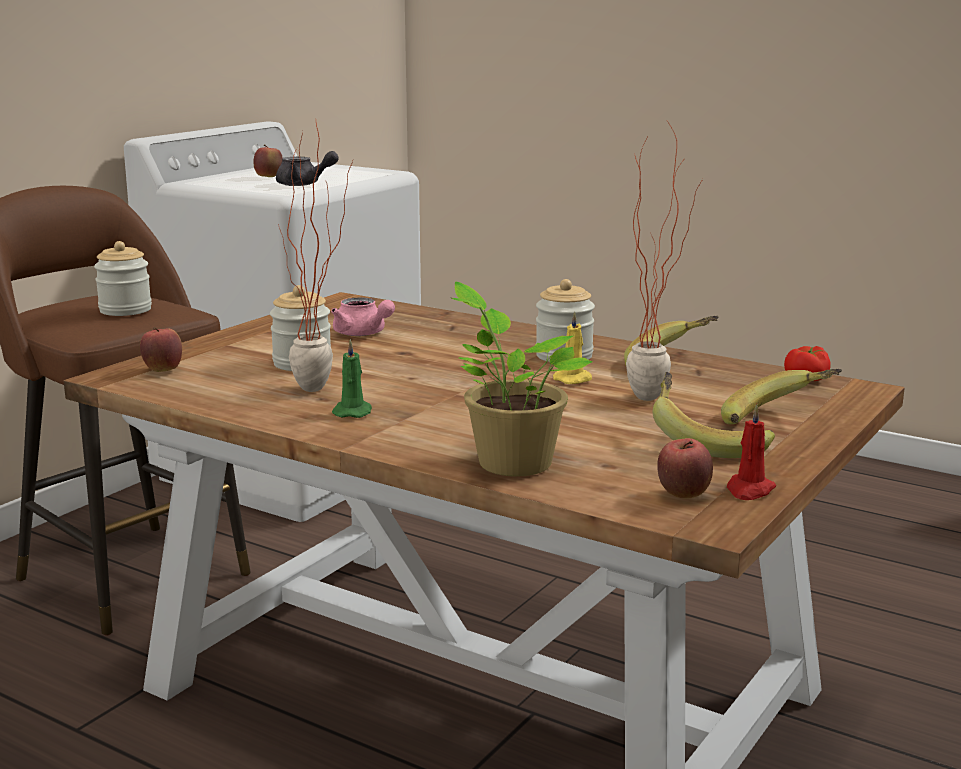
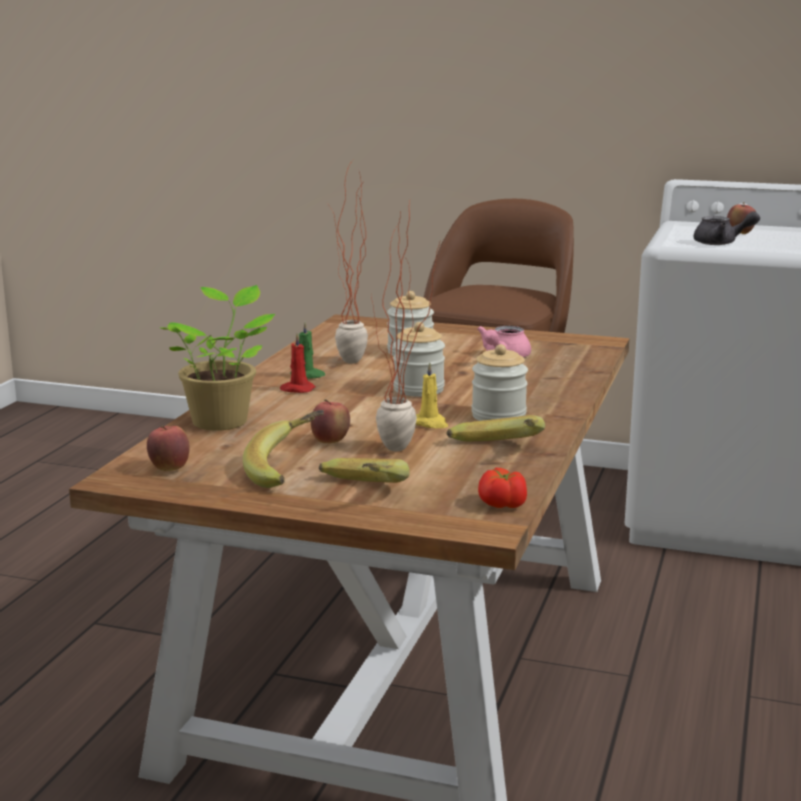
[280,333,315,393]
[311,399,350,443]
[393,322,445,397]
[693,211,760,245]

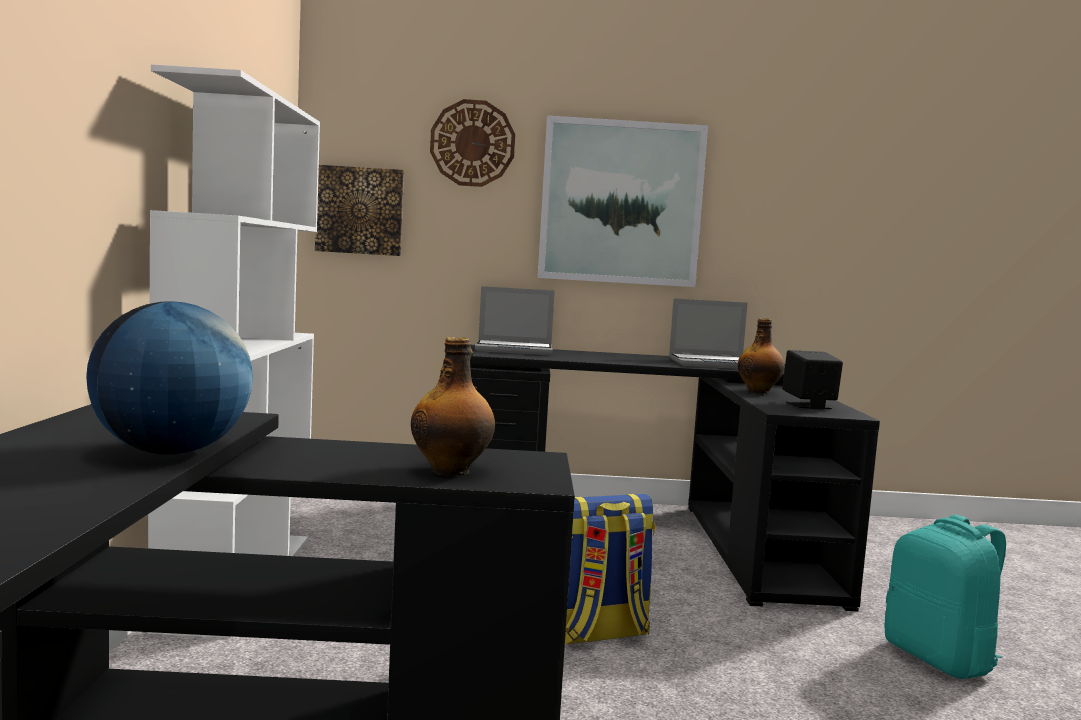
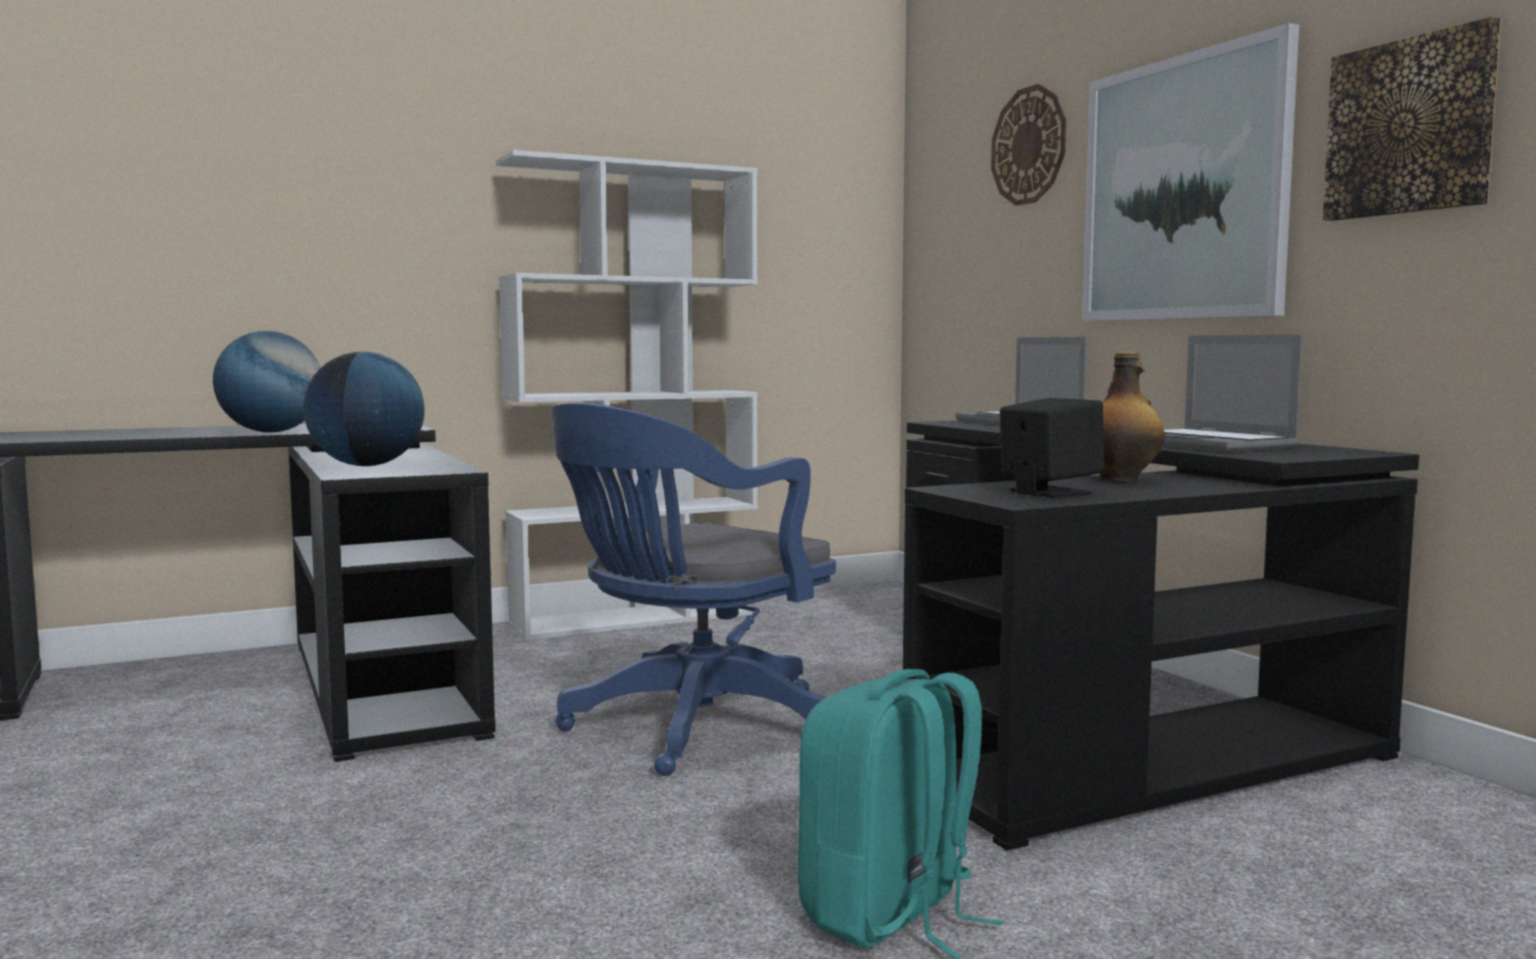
[303,351,425,466]
[551,403,836,776]
[1323,17,1502,221]

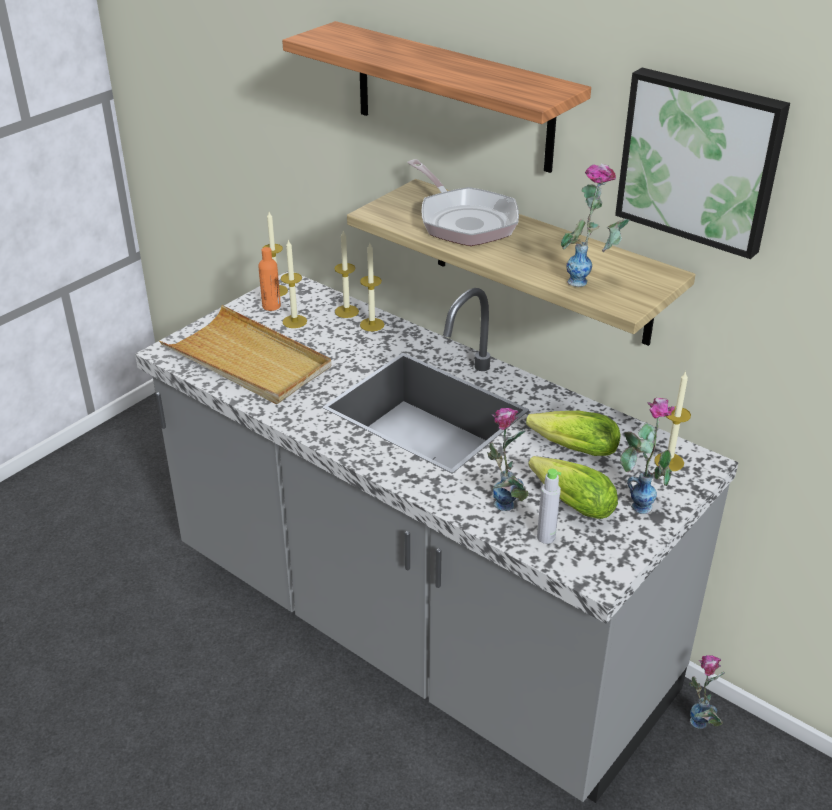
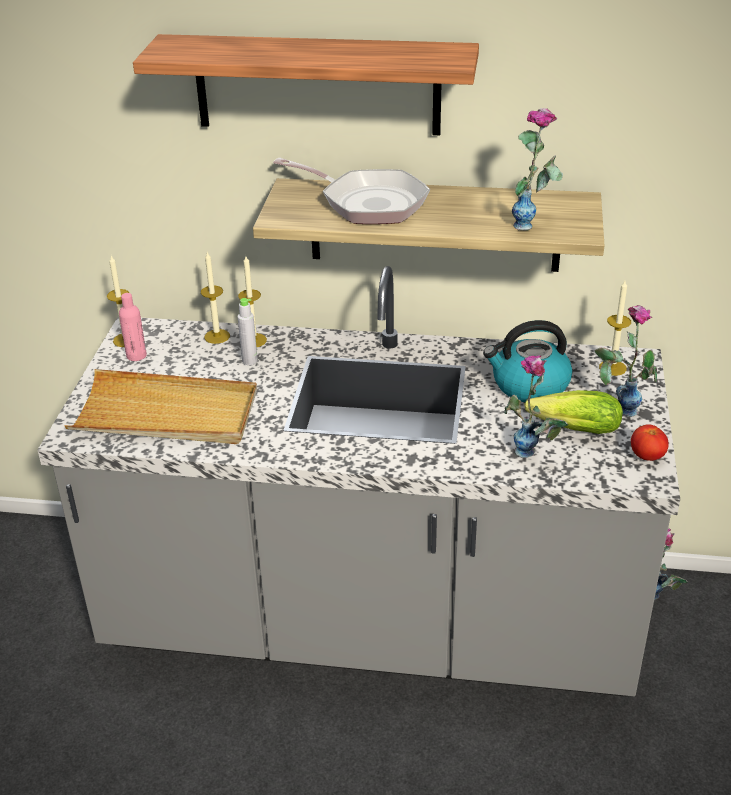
[119,293,147,361]
[238,298,258,365]
[483,320,572,402]
[631,424,669,461]
[281,239,307,328] (first image)
[615,68,790,259] (first image)

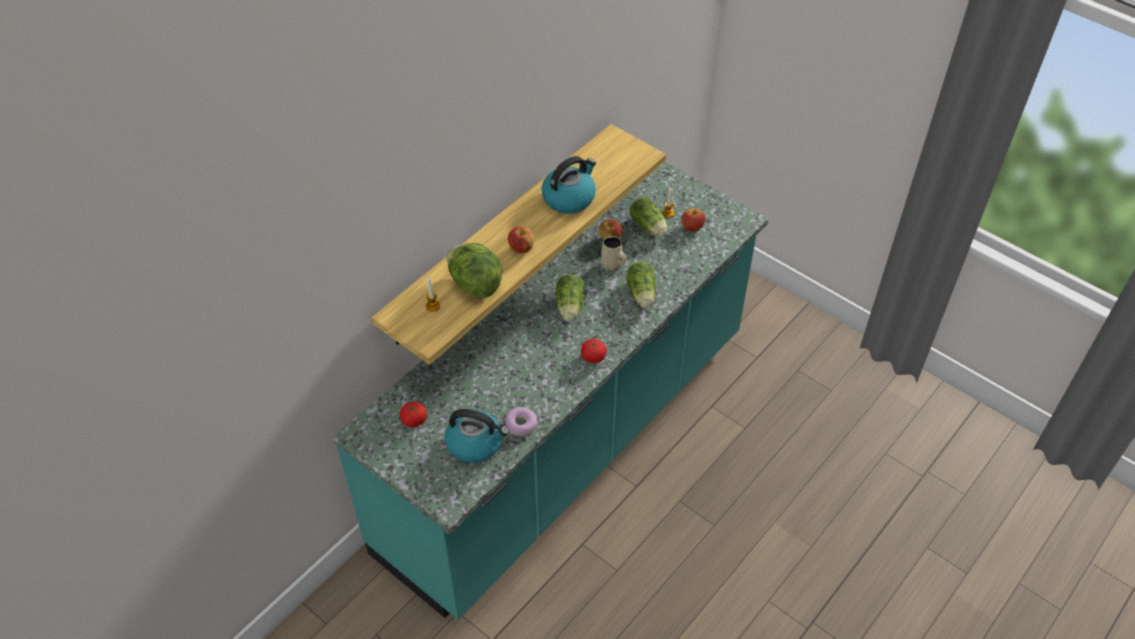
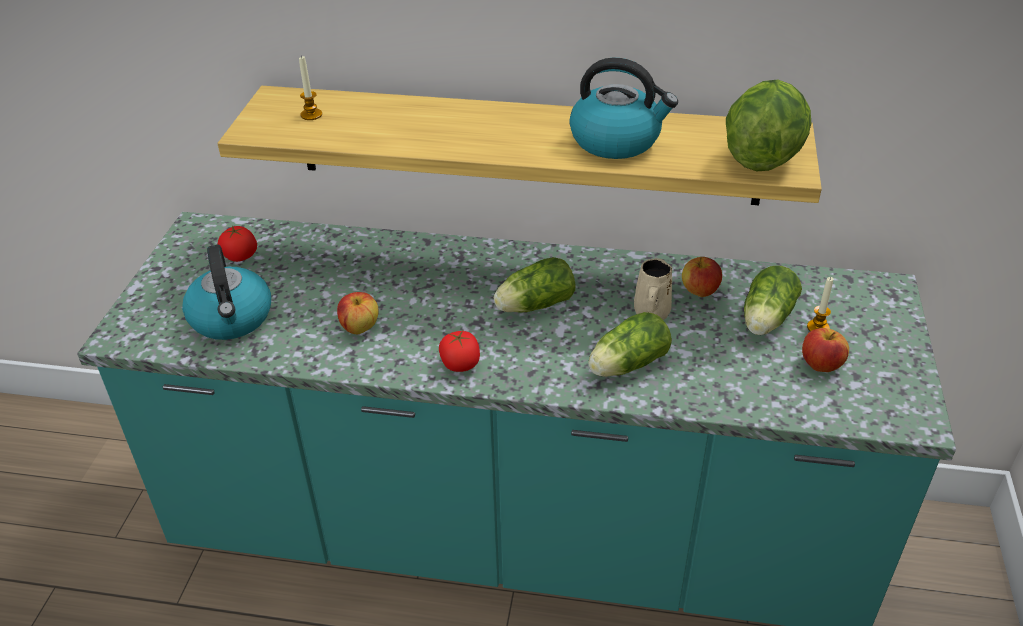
[337,292,378,334]
[726,80,811,172]
[505,407,537,436] (first image)

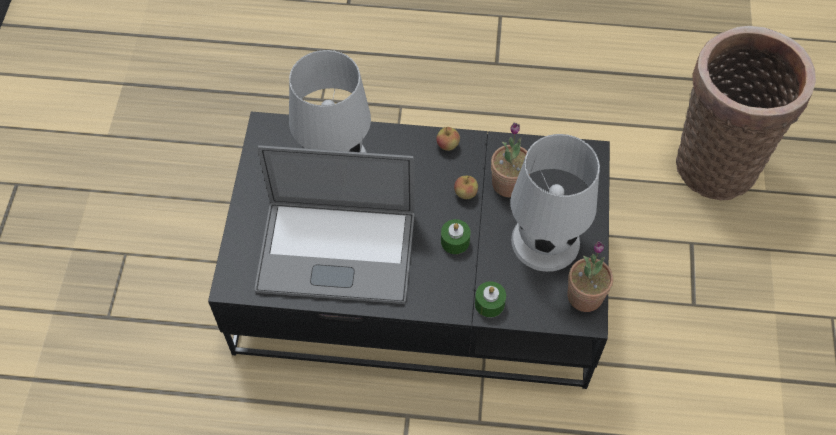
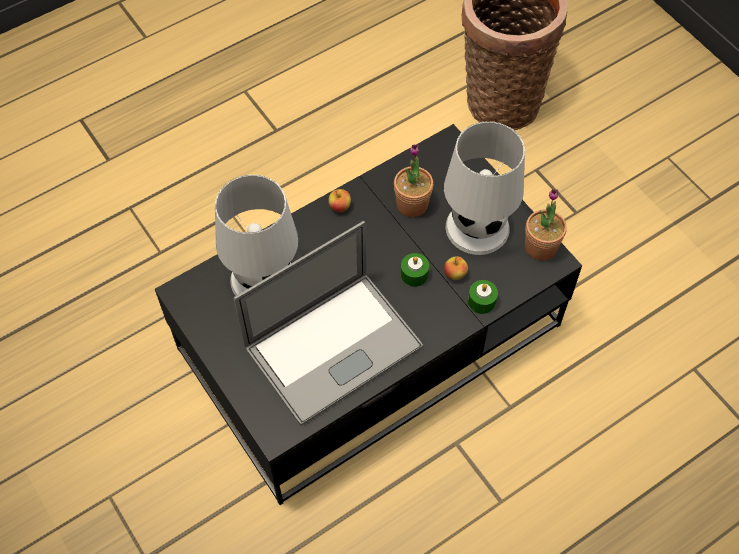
[444,256,468,280]

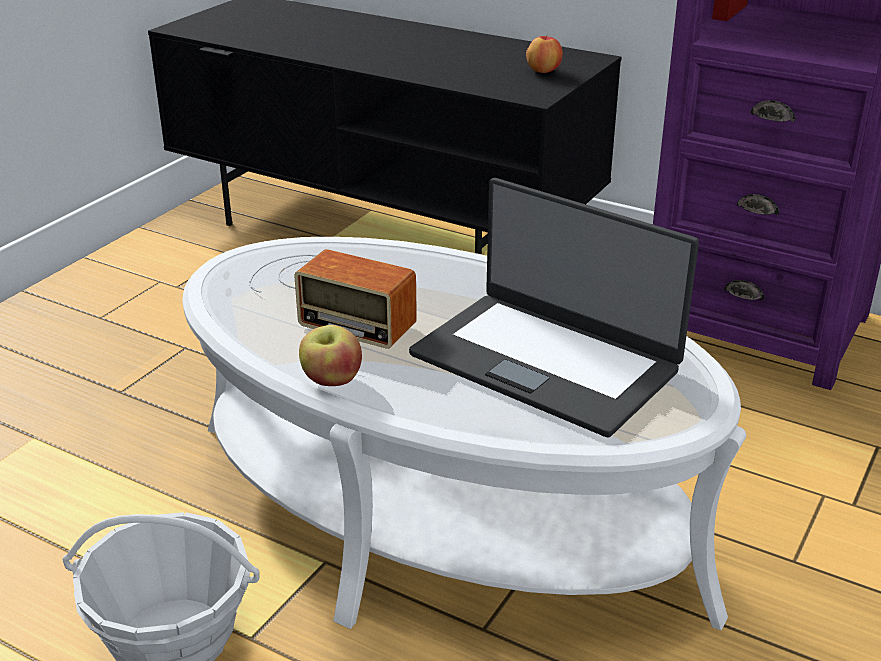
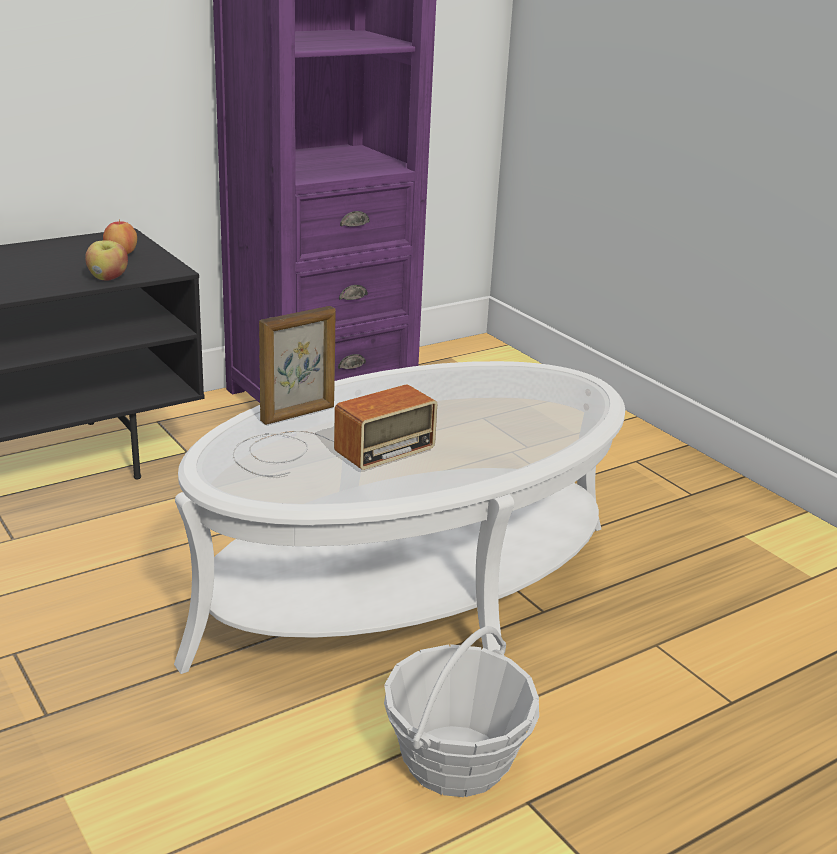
[85,240,128,281]
[259,306,335,425]
[409,178,699,438] (first image)

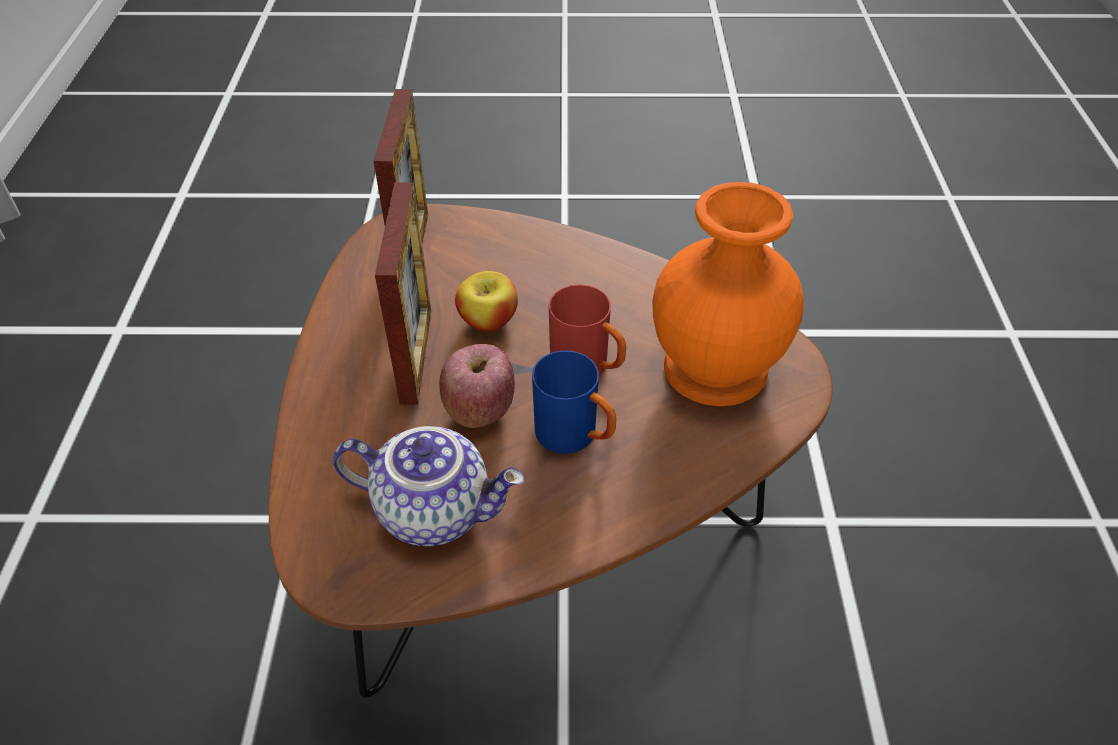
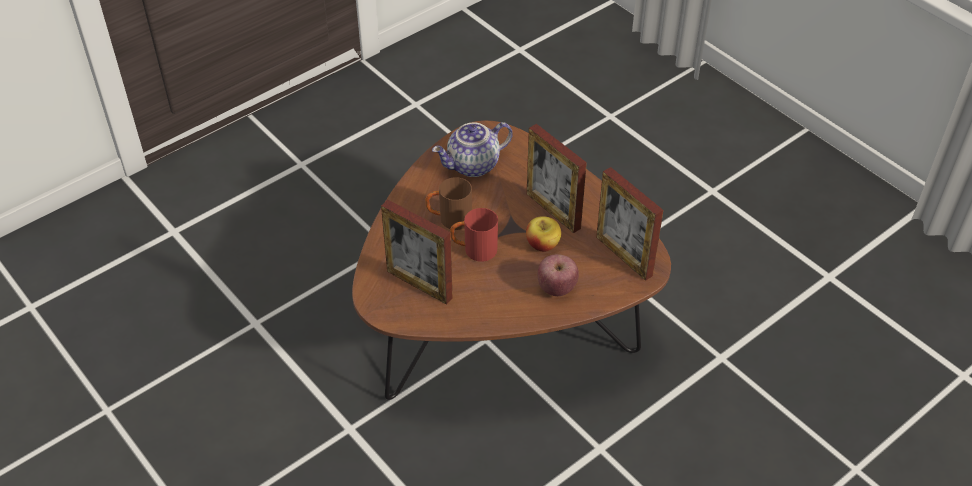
[381,200,453,305]
[425,177,472,230]
[538,254,579,296]

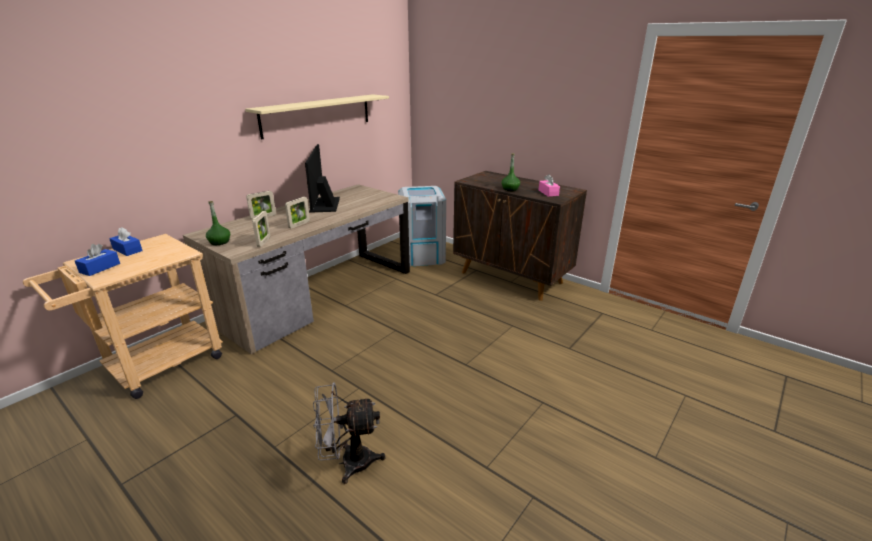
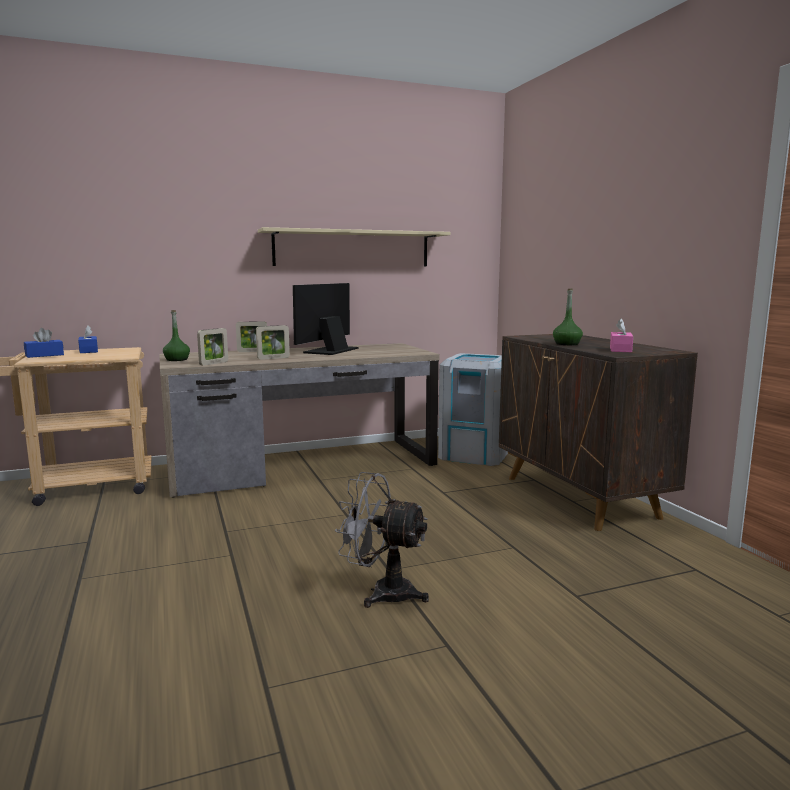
[335,472,429,608]

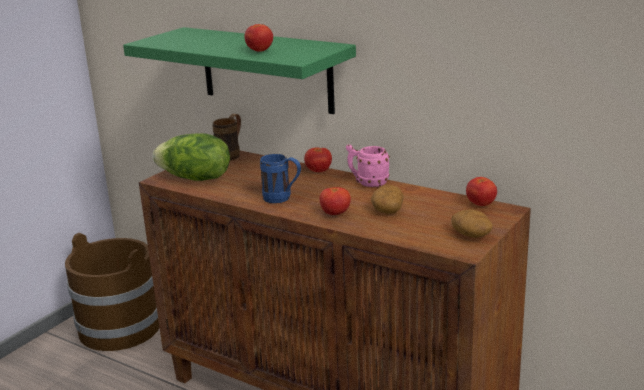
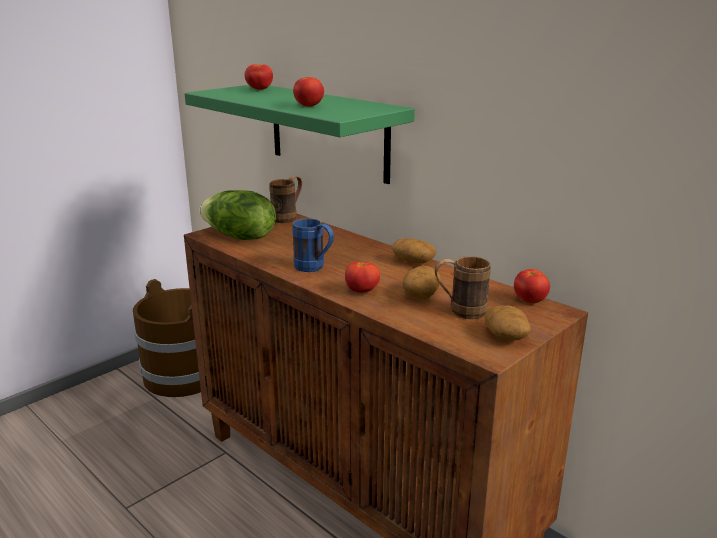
[244,64,273,90]
[391,238,436,264]
[435,256,491,319]

